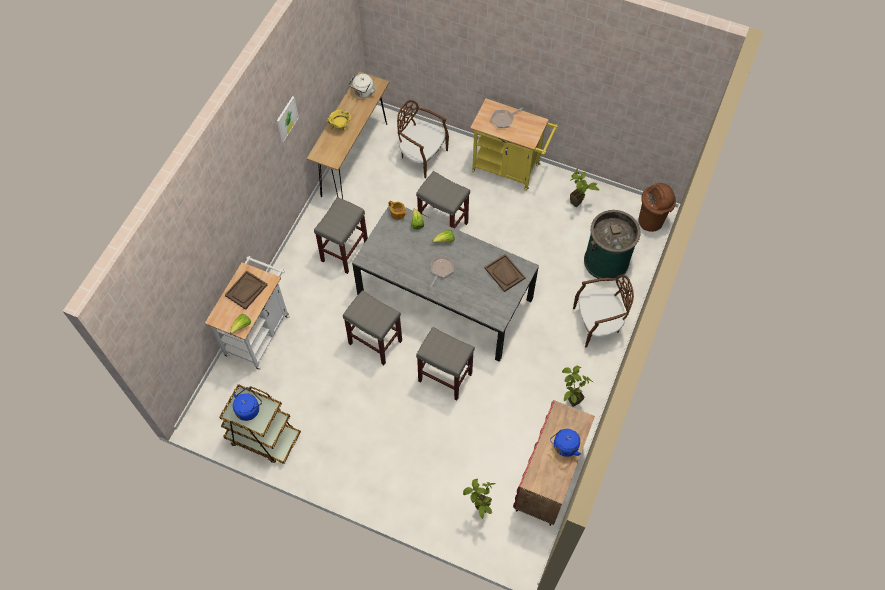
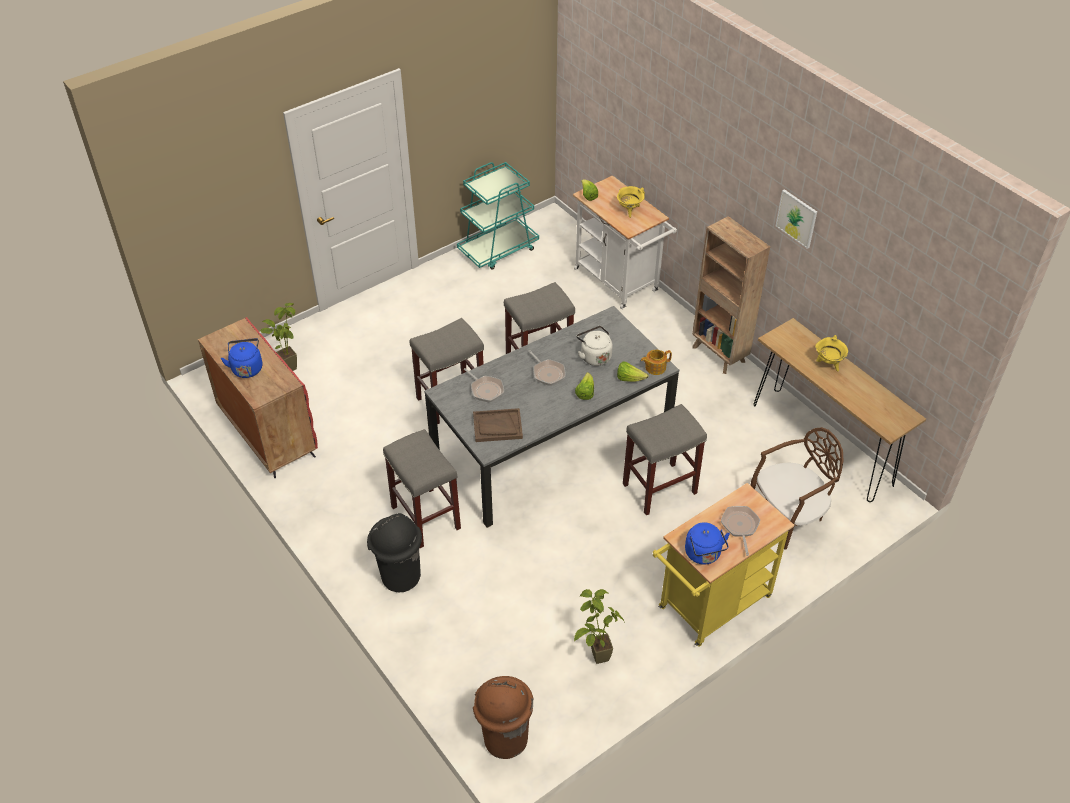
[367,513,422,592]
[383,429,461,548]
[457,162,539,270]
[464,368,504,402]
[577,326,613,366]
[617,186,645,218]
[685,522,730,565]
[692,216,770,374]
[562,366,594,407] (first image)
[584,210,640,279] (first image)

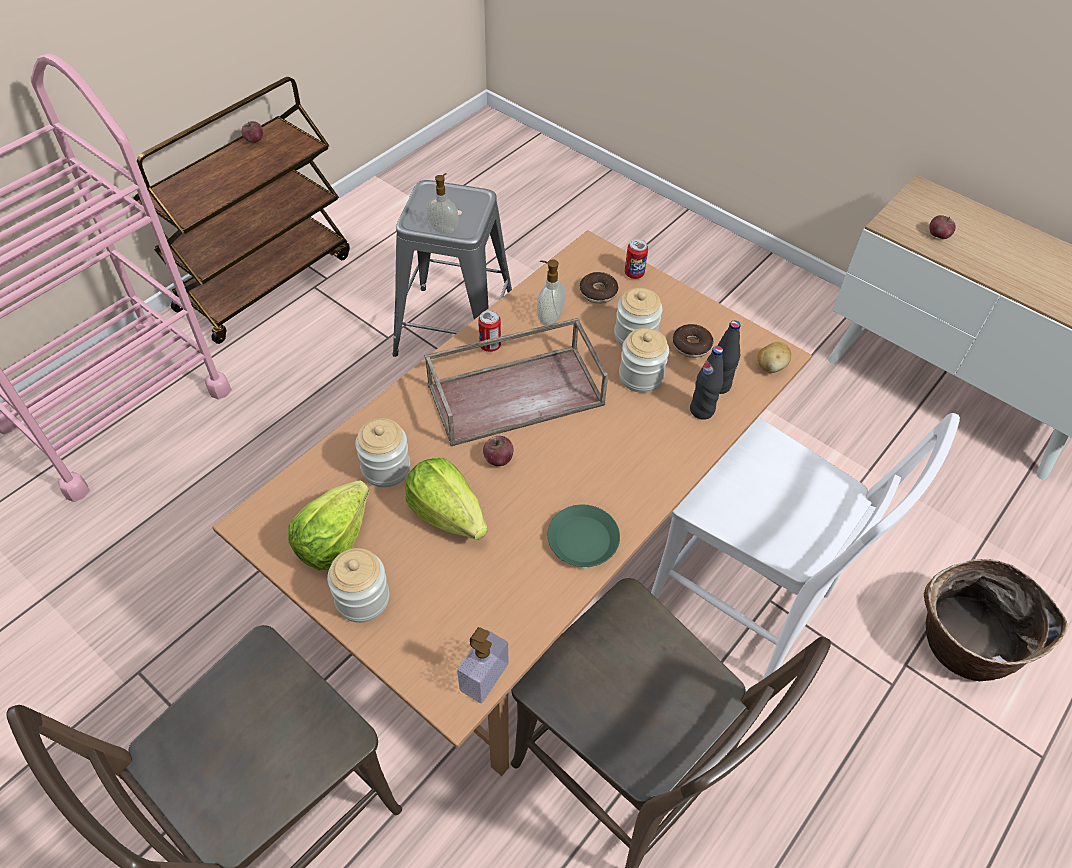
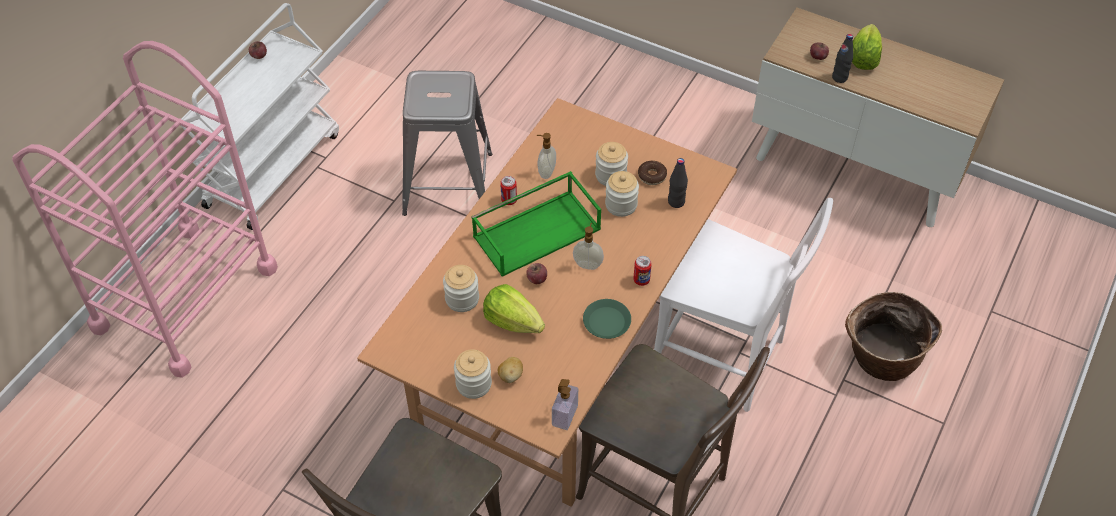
[180,3,339,230]
[471,171,601,277]
[498,357,523,383]
[573,223,604,270]
[633,256,652,286]
[832,34,853,83]
[852,24,882,70]
[580,272,618,304] (first image)

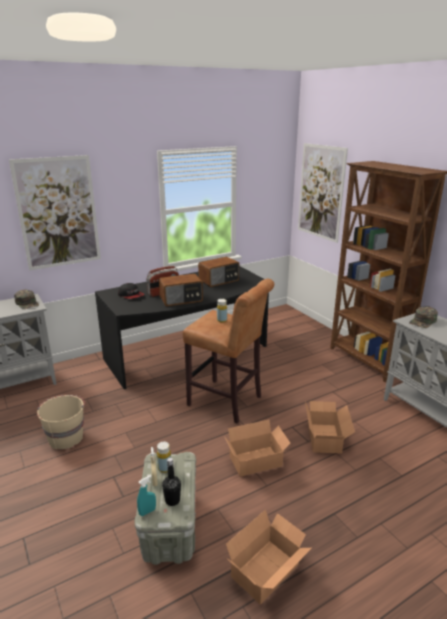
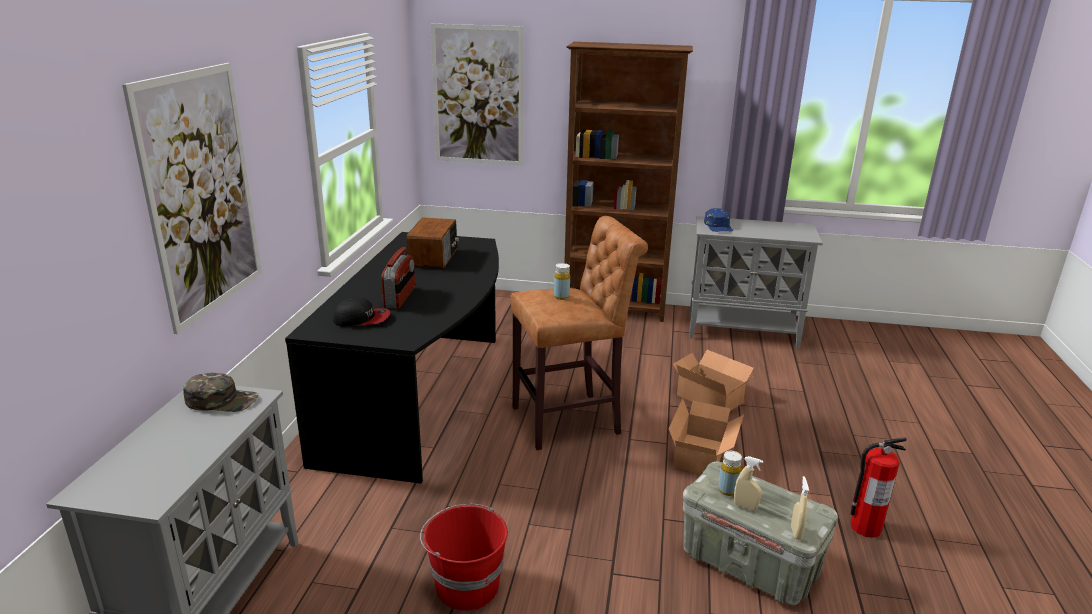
[420,504,508,611]
[704,208,733,232]
[791,476,809,540]
[850,437,907,538]
[159,274,203,306] (first image)
[162,458,181,506] (first image)

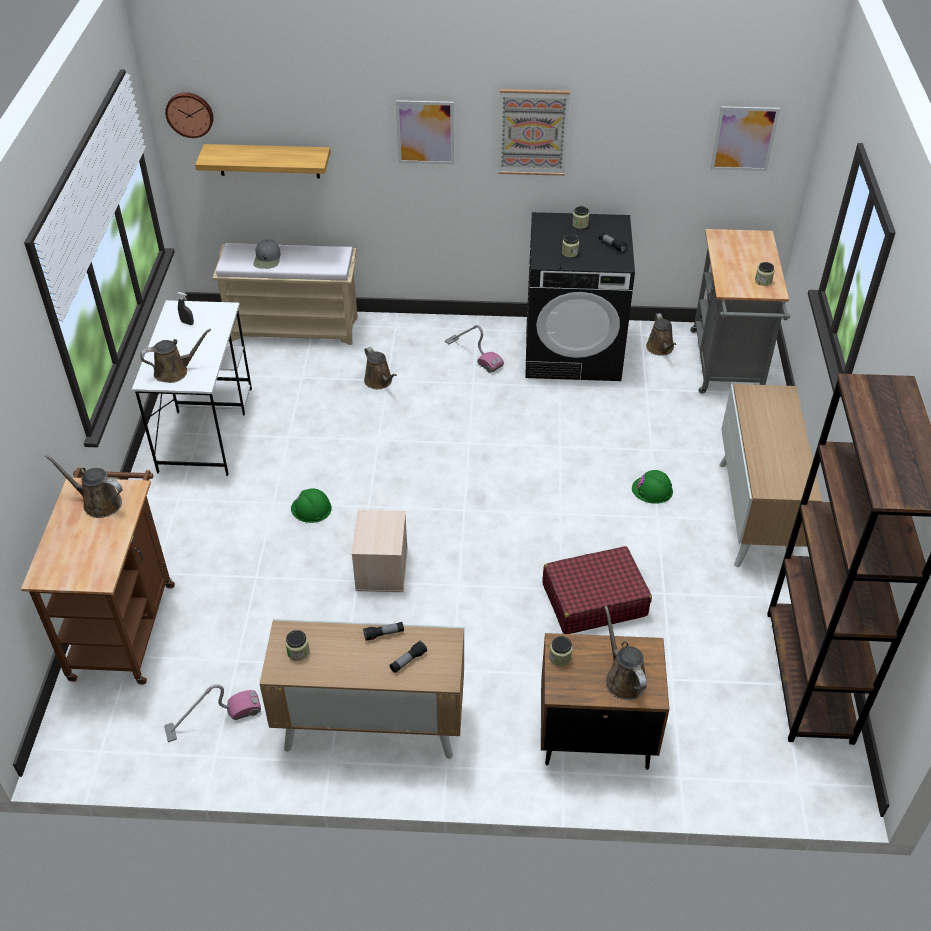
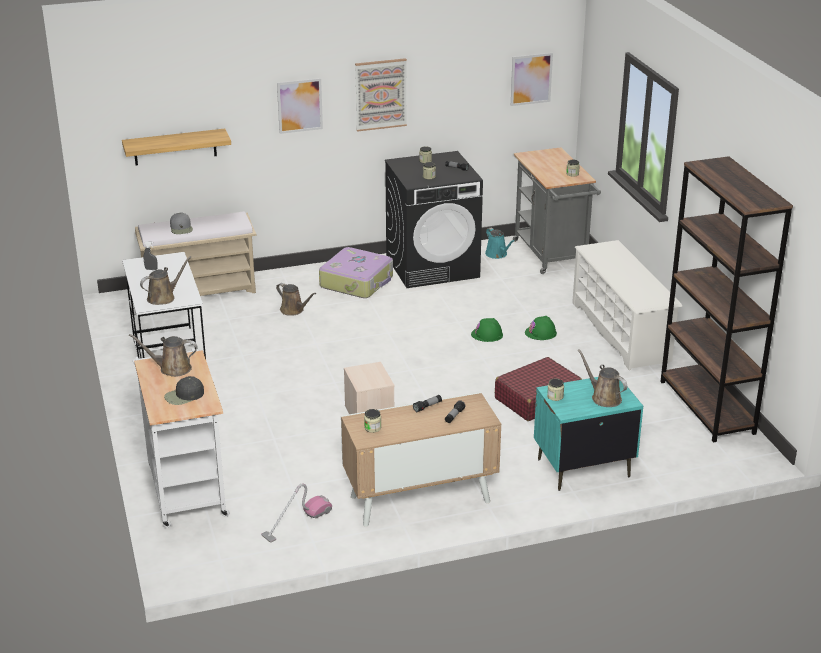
[133,348,230,528]
[164,376,204,405]
[319,247,393,298]
[471,318,503,342]
[485,227,515,259]
[534,377,643,491]
[572,240,682,370]
[165,92,214,138] (first image)

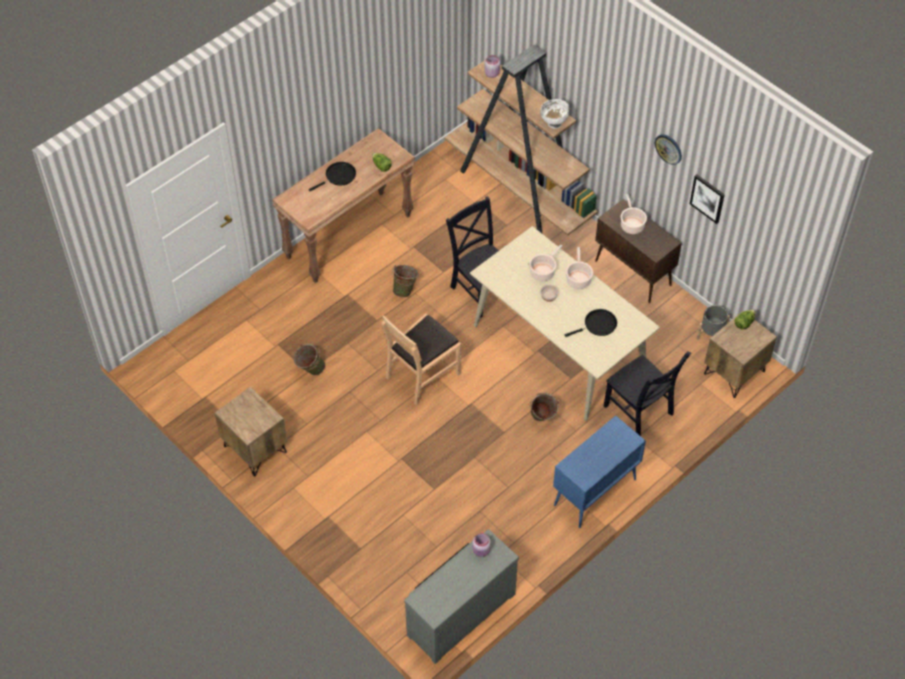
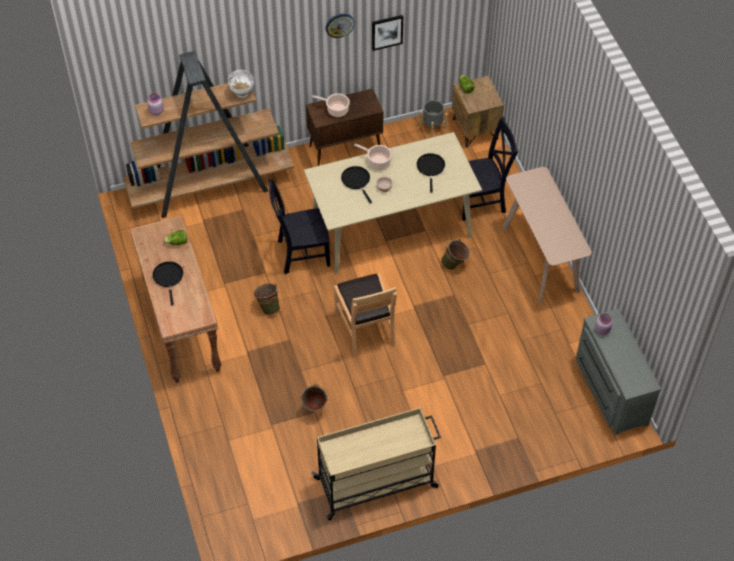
[312,407,441,521]
[341,166,372,203]
[502,167,592,304]

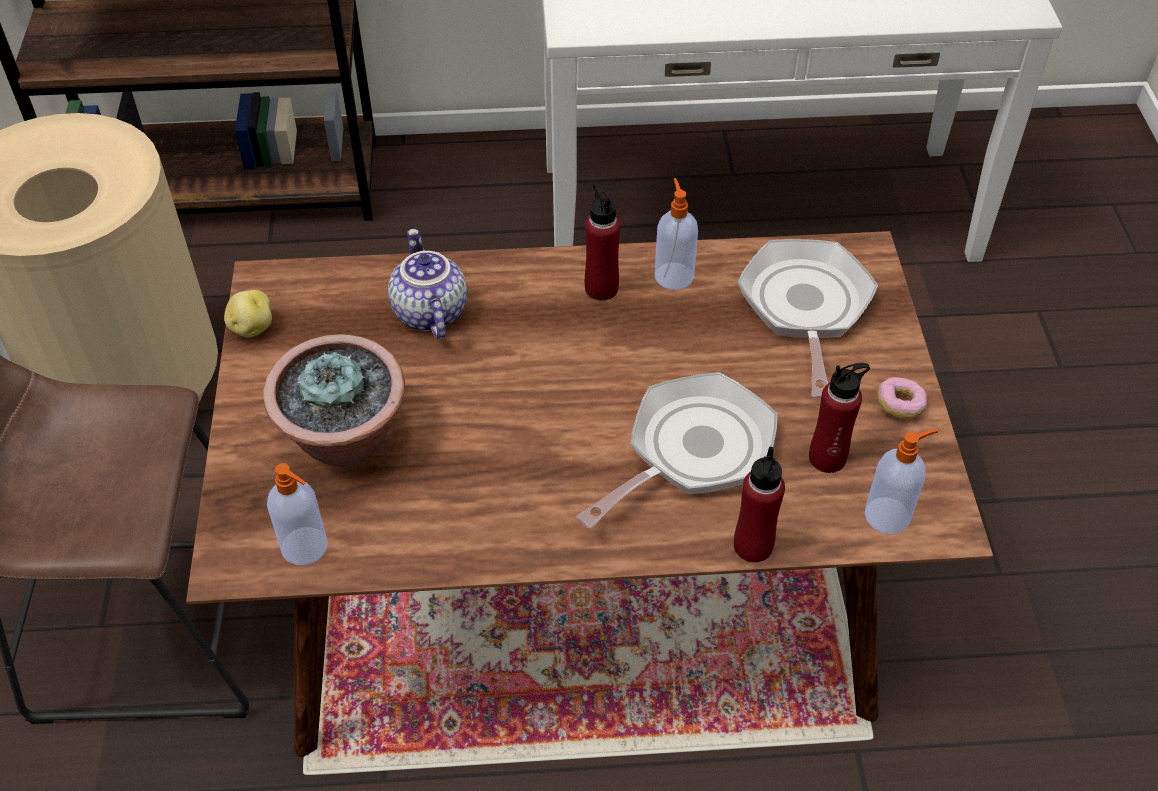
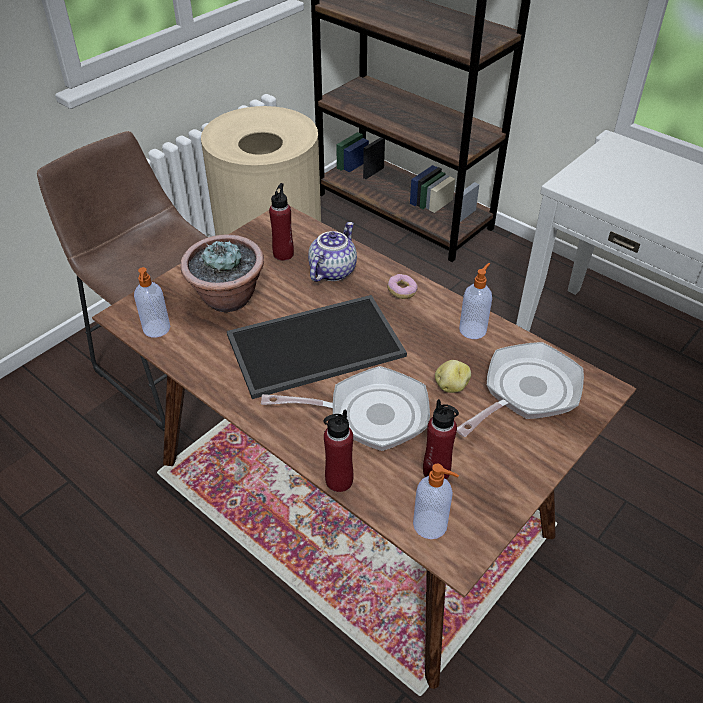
[227,295,407,399]
[269,183,294,261]
[387,274,418,299]
[435,360,471,393]

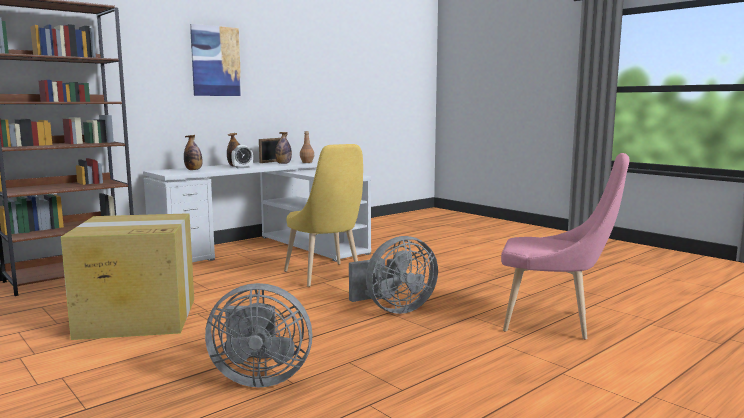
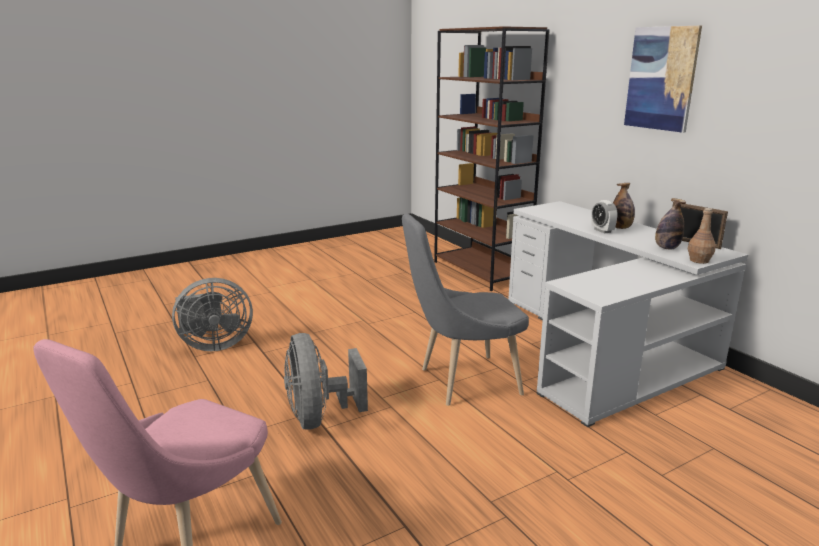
[172,278,253,351]
[402,214,529,406]
[61,213,194,340] (first image)
[184,135,202,170] (first image)

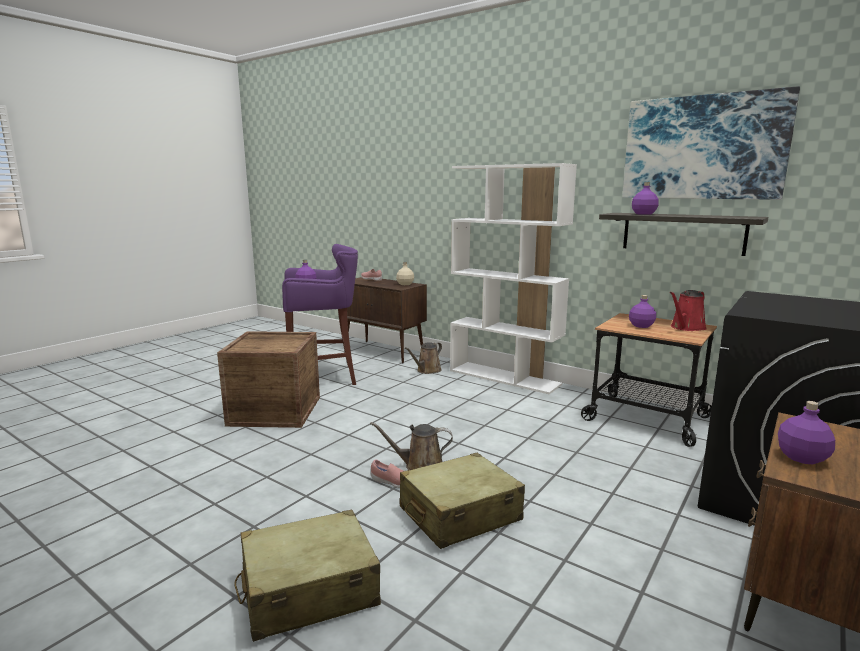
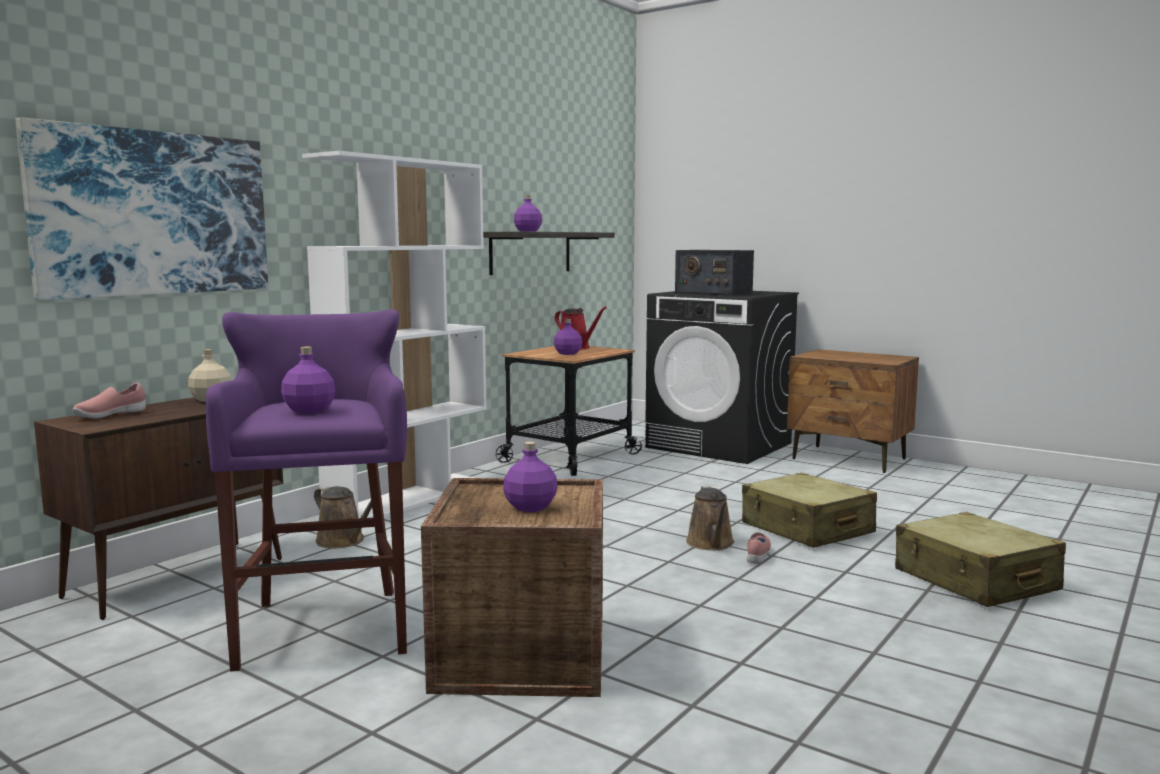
[15,117,268,300]
[503,441,558,512]
[675,250,754,296]

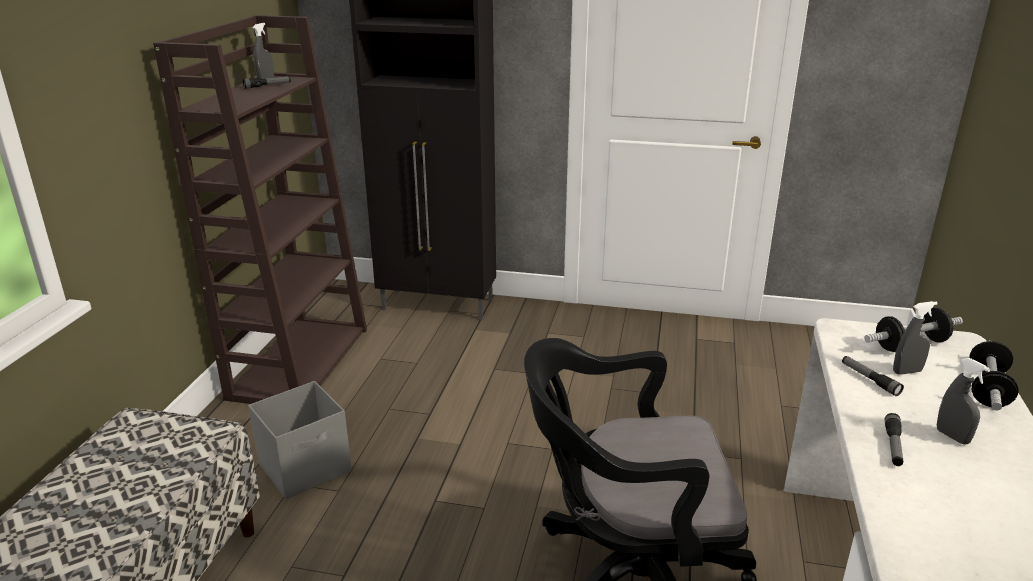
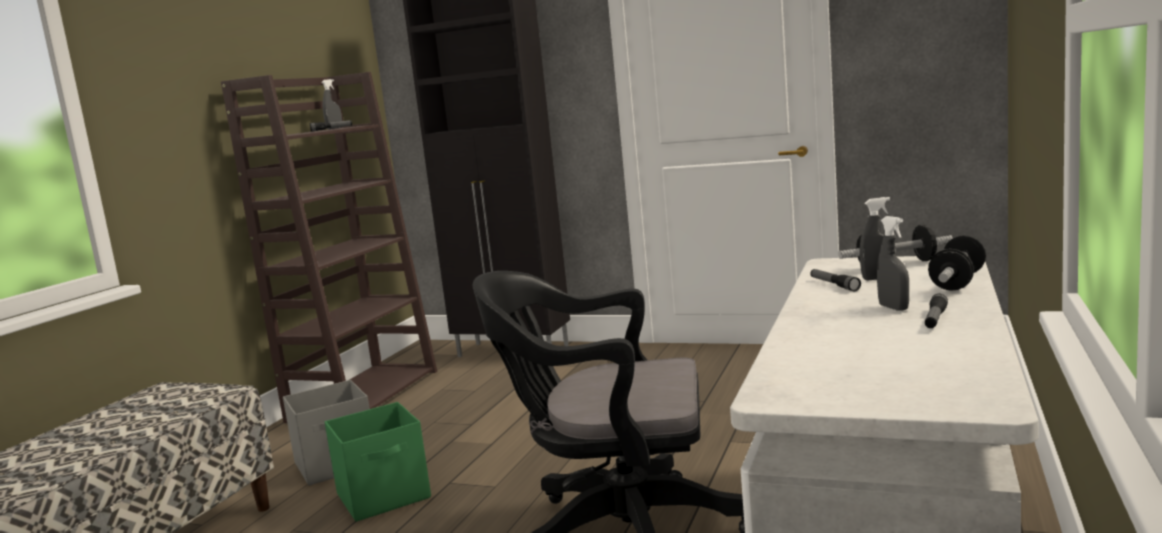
[325,402,431,522]
[925,294,948,328]

